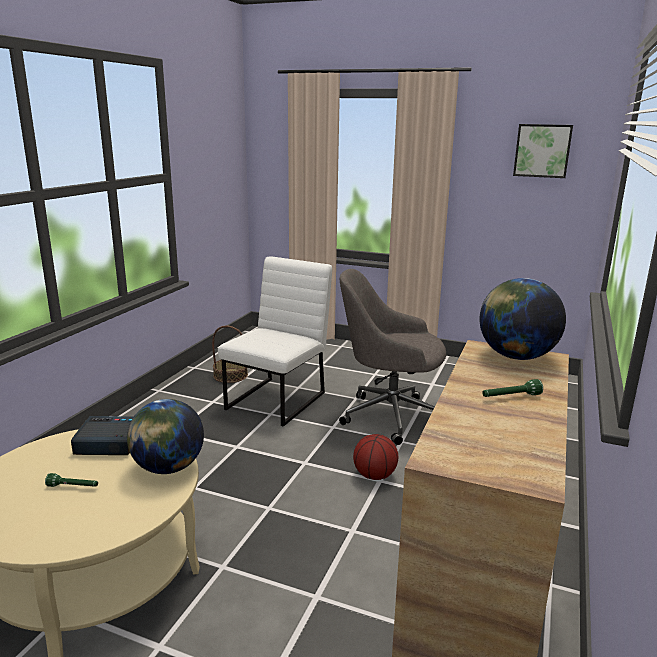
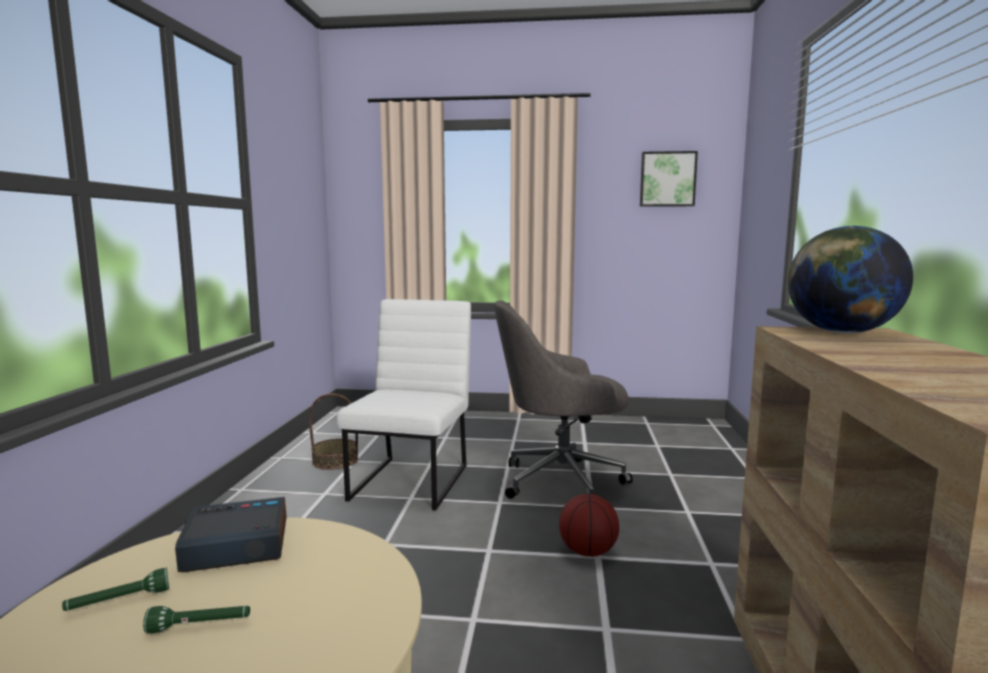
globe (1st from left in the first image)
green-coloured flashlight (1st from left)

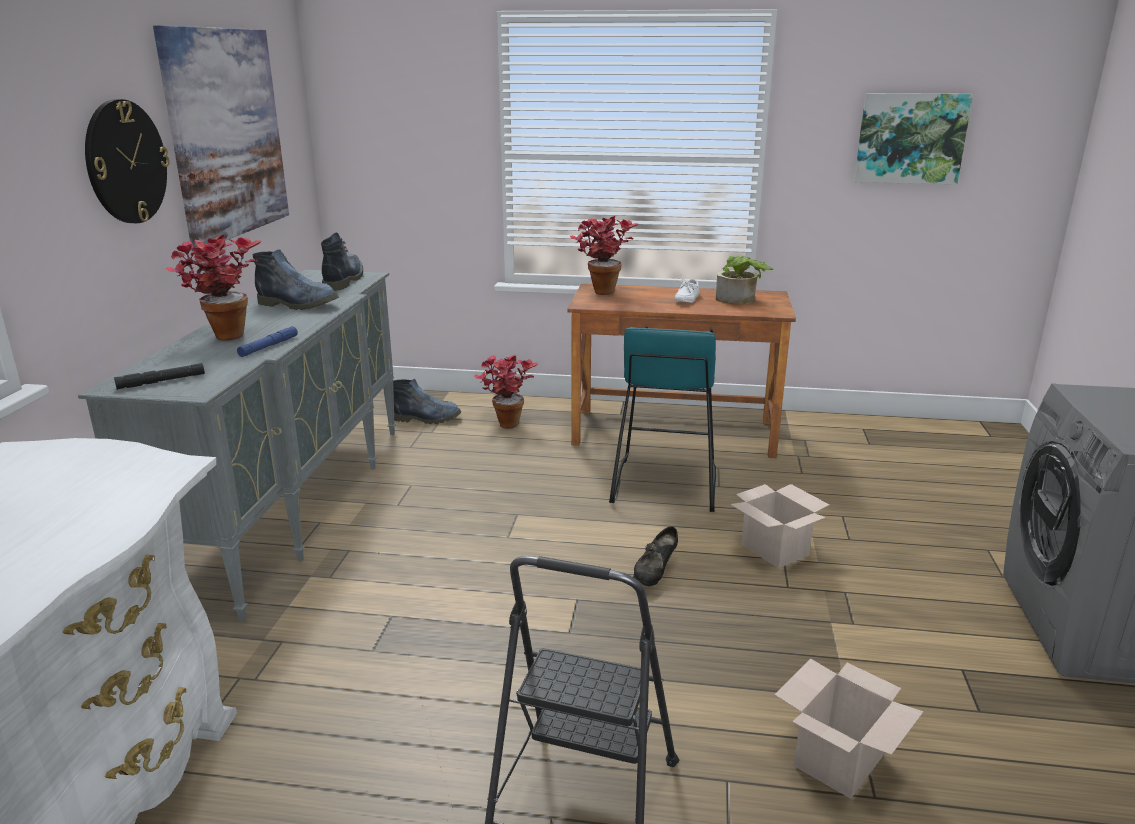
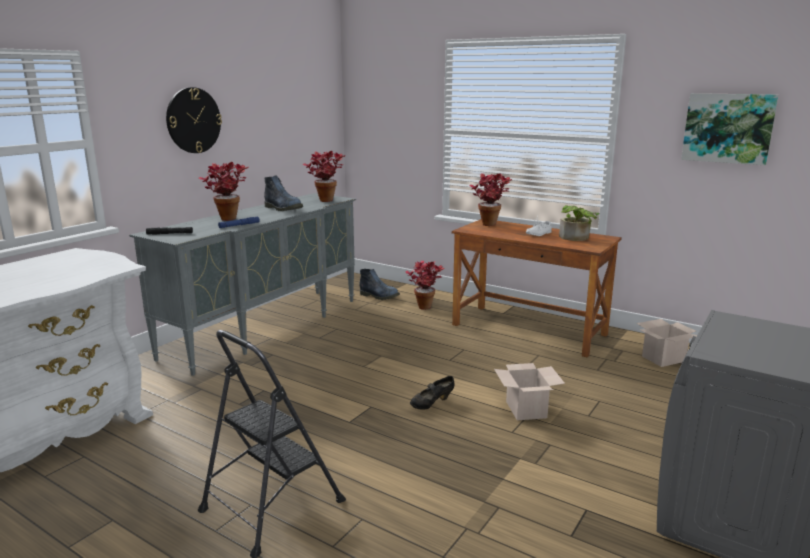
wall picture (1st from left in the first image)
houseplant (2nd from left)
turquoise stool
packing box (2nd from left)

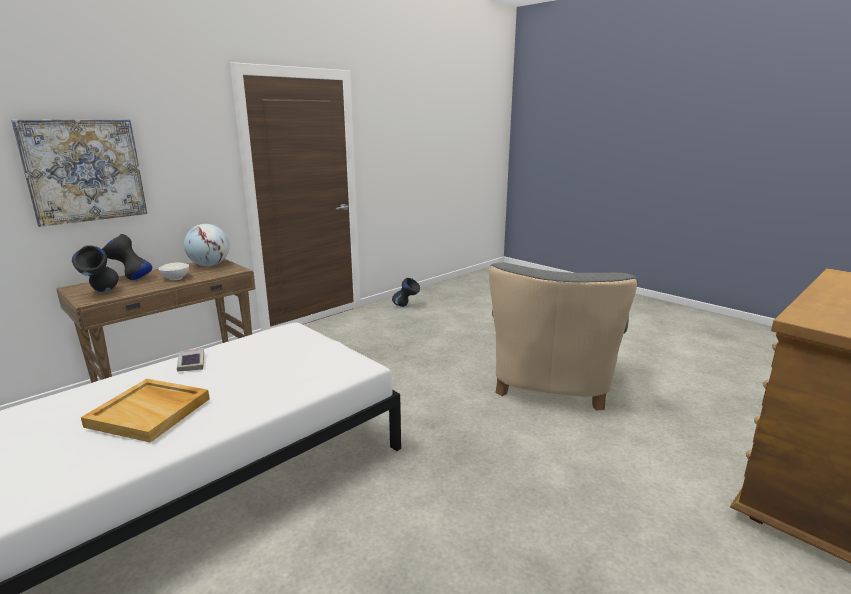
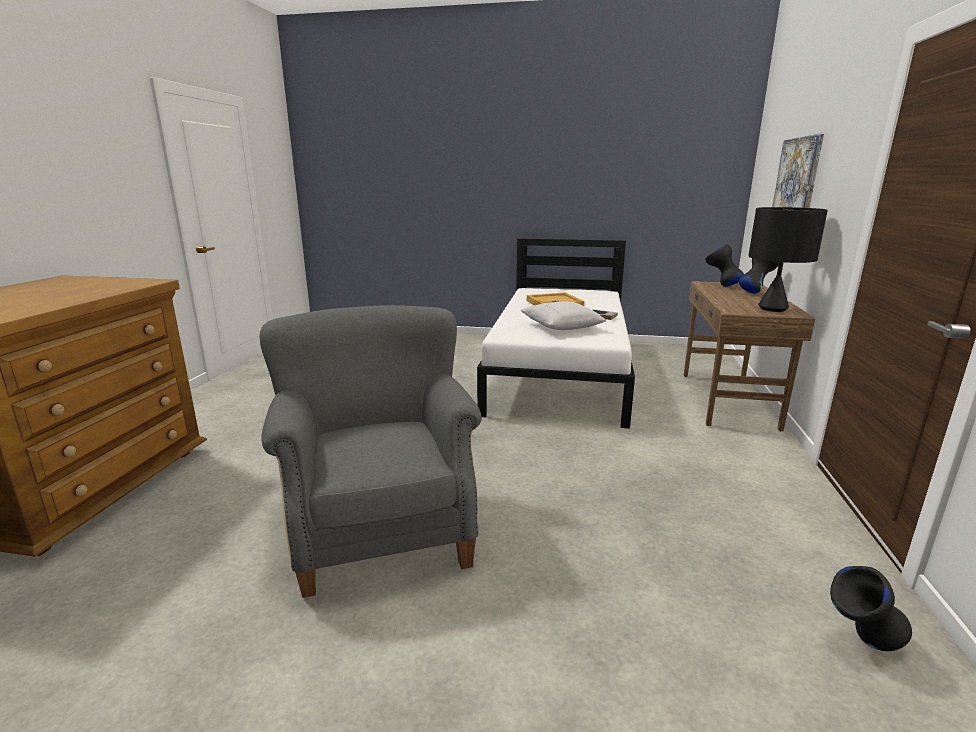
whitish bowl
black-coloured table lamp
grey pillow

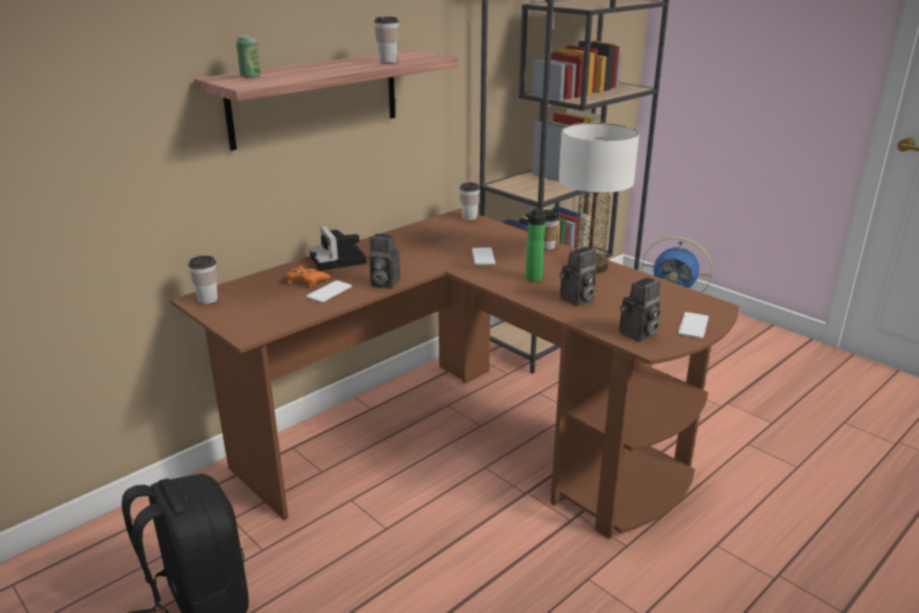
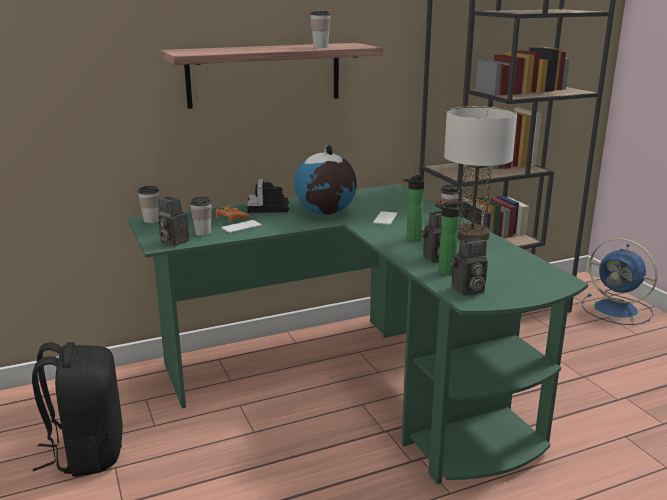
green-coloured desk table
metal can
still camera (1st from left)
drinking cup (2nd from left)
telephone (3rd from left in the first image)
globe
drink bottle (2nd from left)

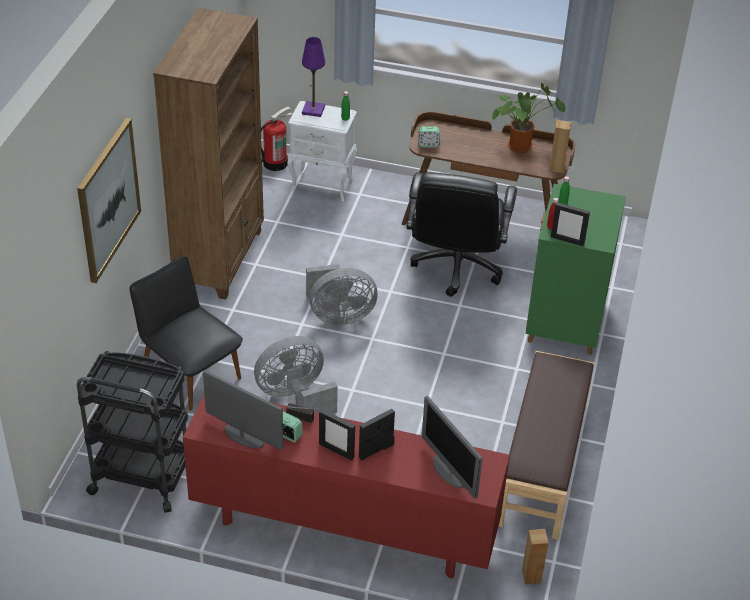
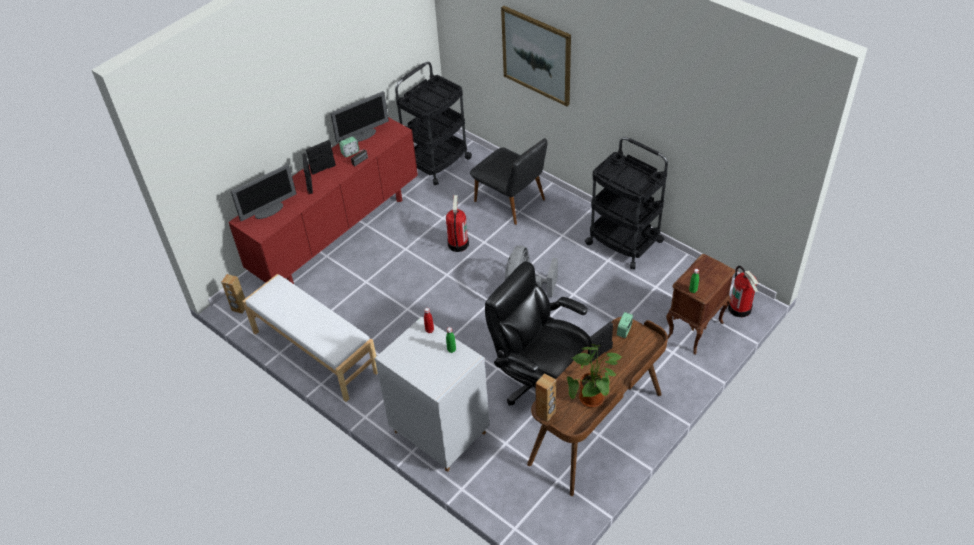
black-coloured chair
black-coloured cart (2nd from left)
extinguisher (1st from left)
brownish nightstand
purple-coloured table lamp
computer screen (1st from left)
whitish indoor bench
whitish chest of drawers
standing frame (3rd from left)

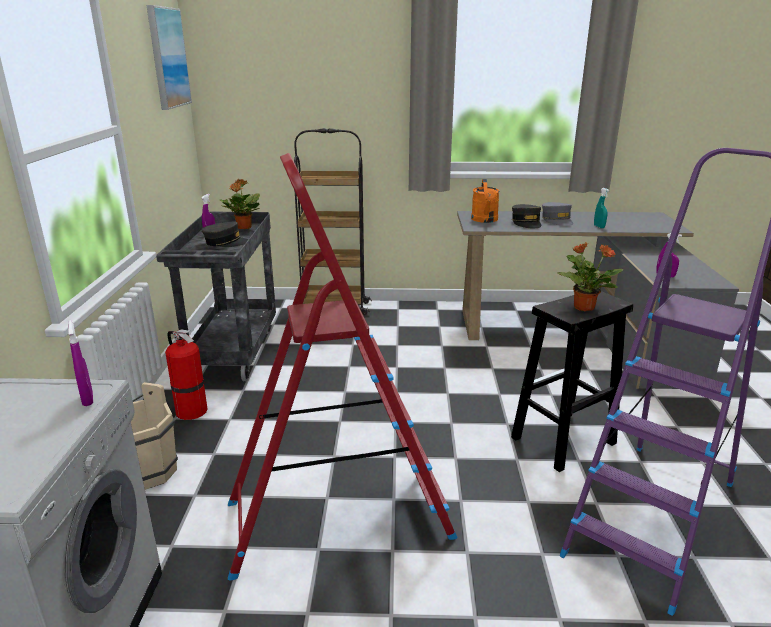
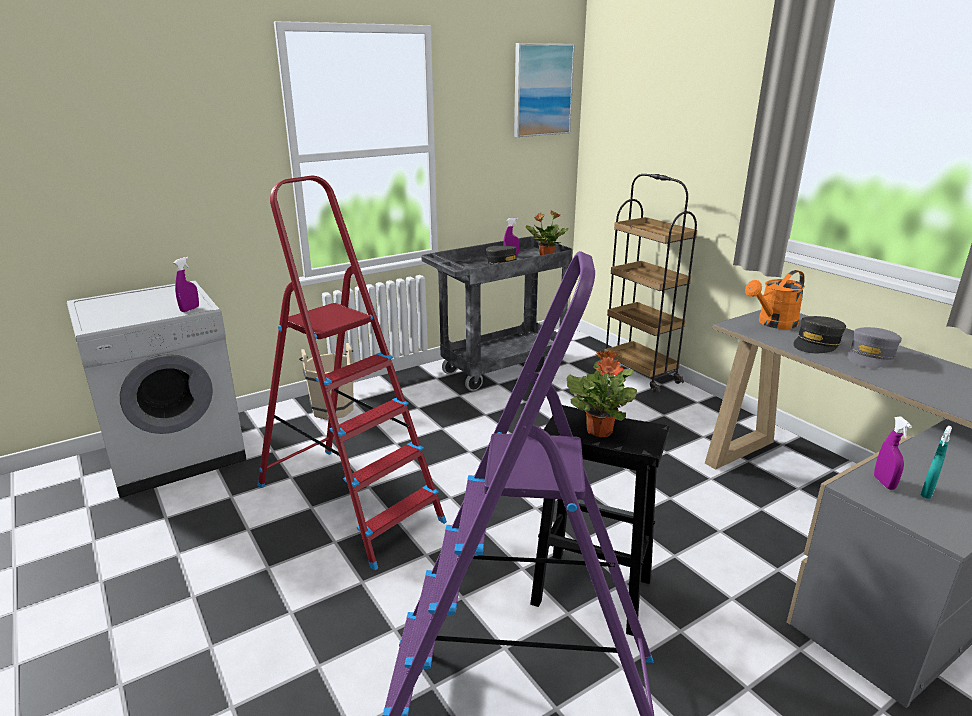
extinguisher
turquoise sprayer

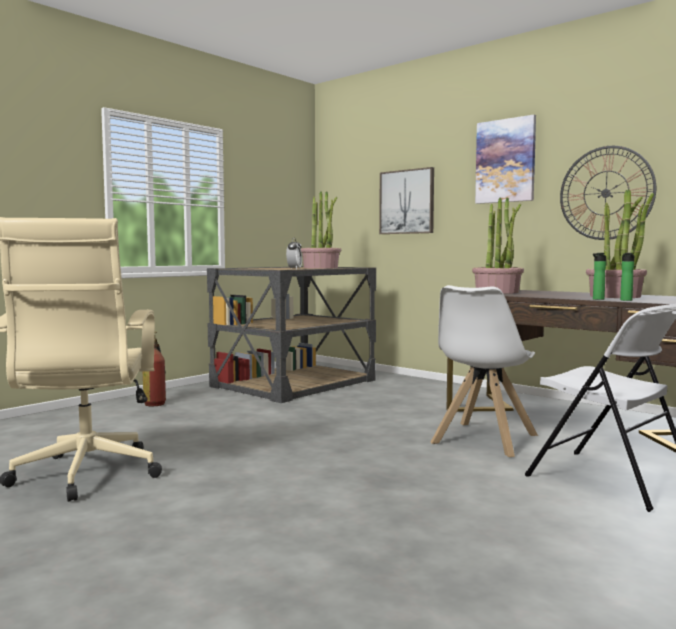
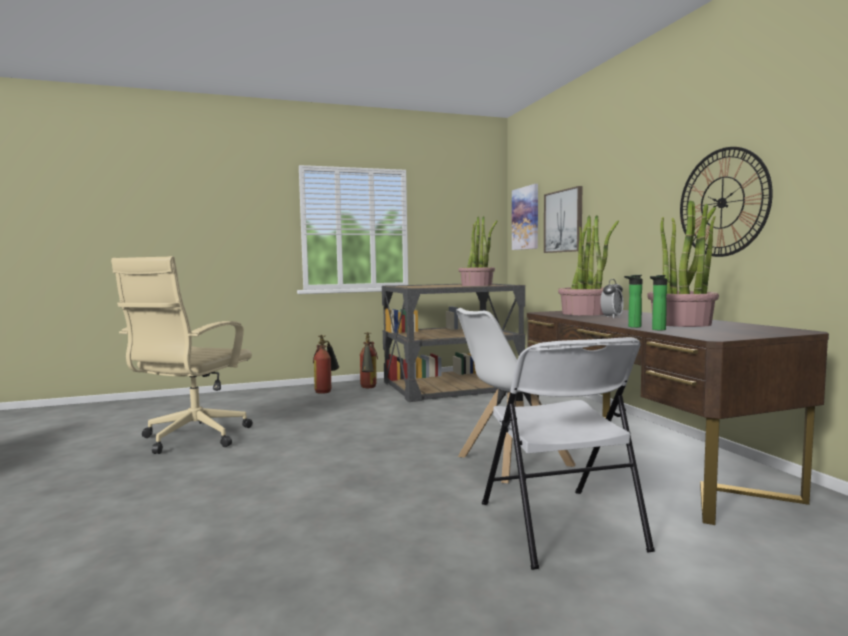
bedside clock
wall picture (1st from left)
extinguisher (2nd from left)

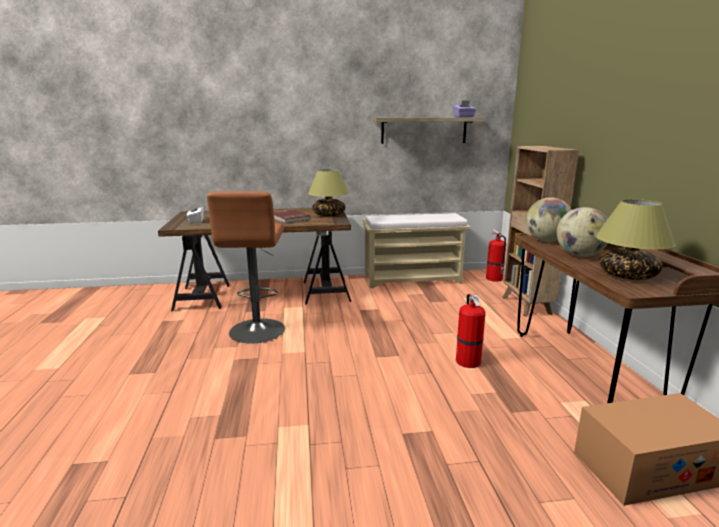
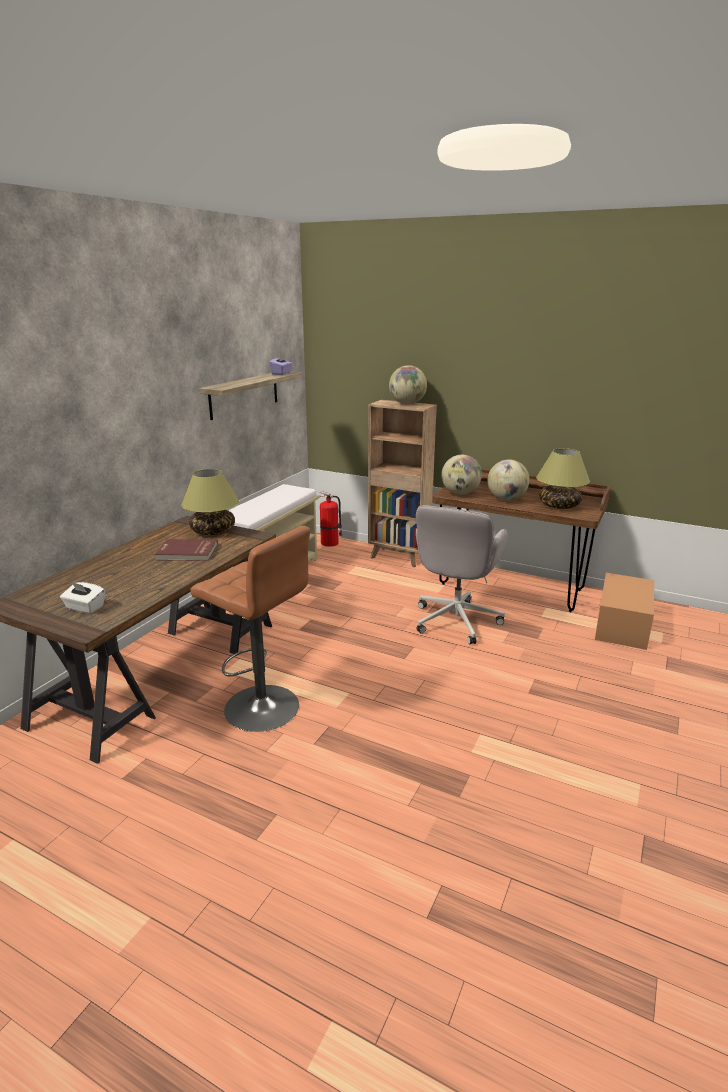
grey office chair
globe (1st from left)

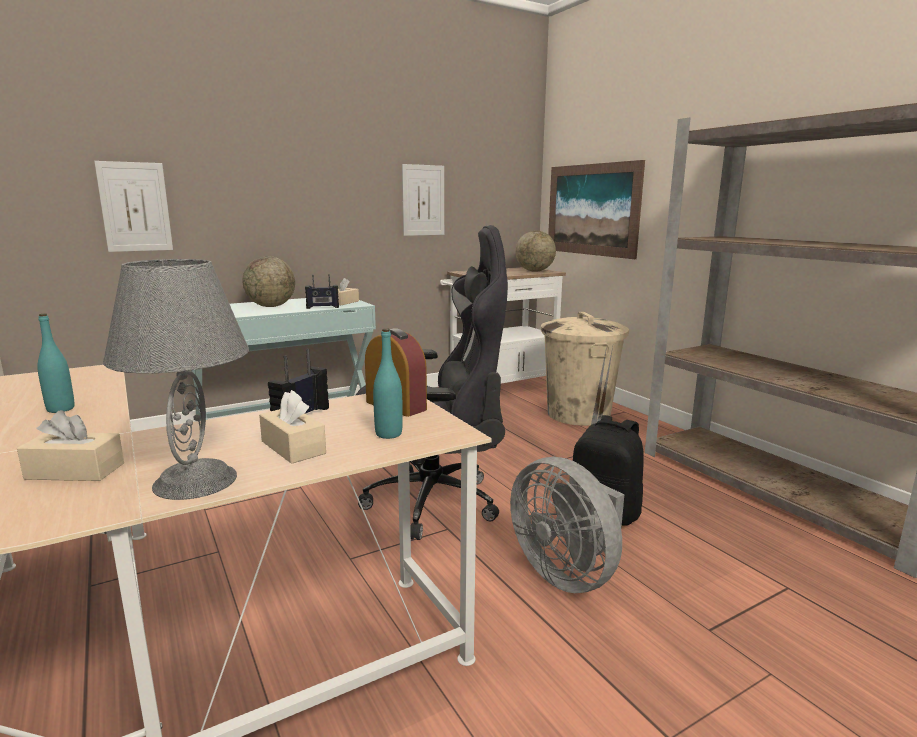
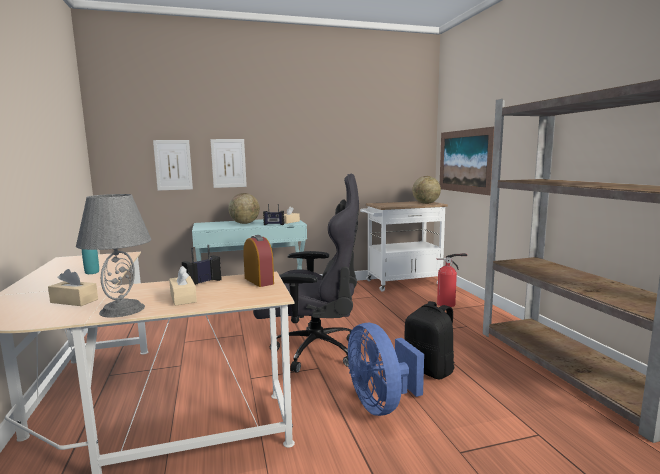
turquoise drink bottle (2nd from left in the first image)
wall picture (2nd from left)
bluish cooling fan
extinguisher

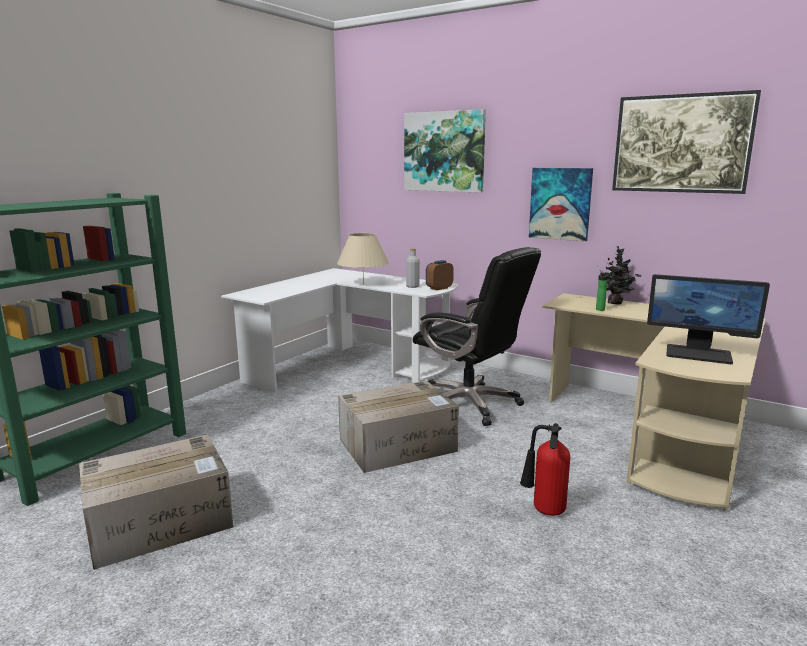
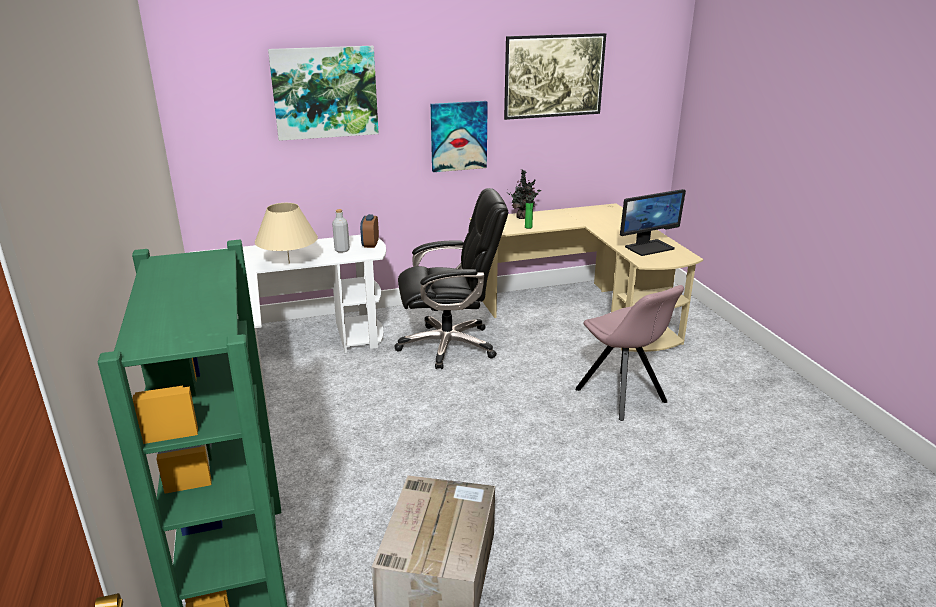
packing box (2nd from left in the first image)
pinkish chair

